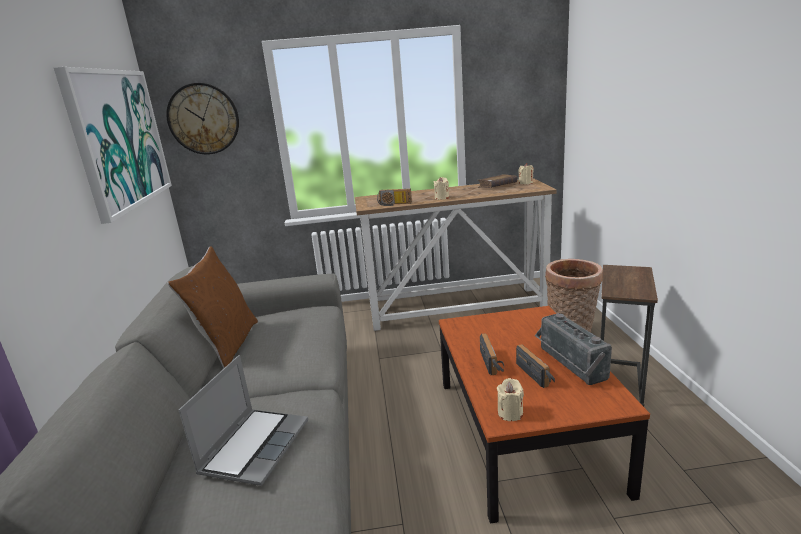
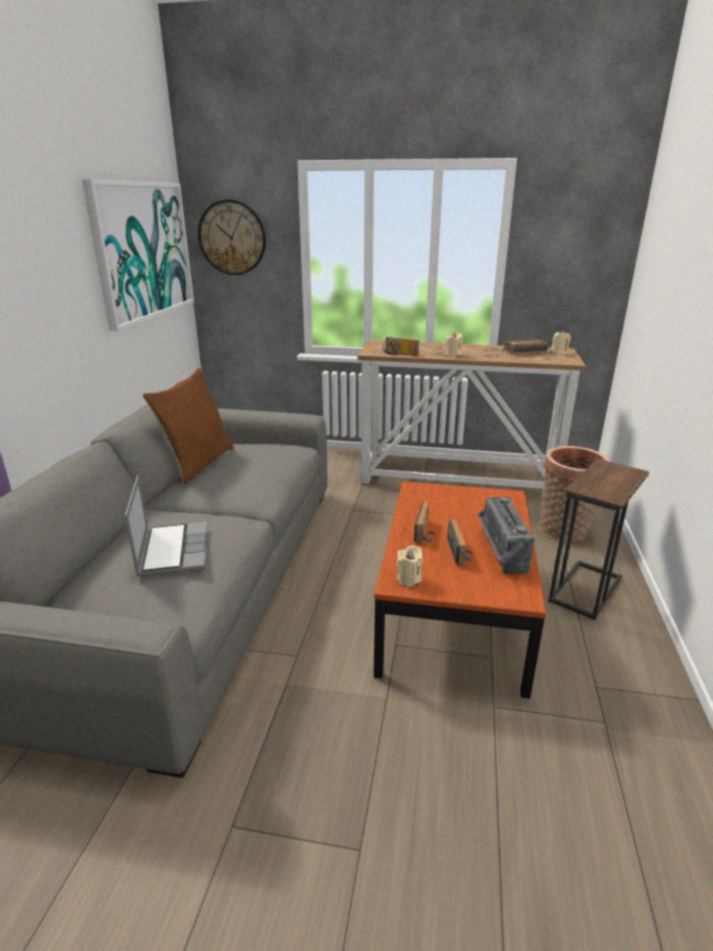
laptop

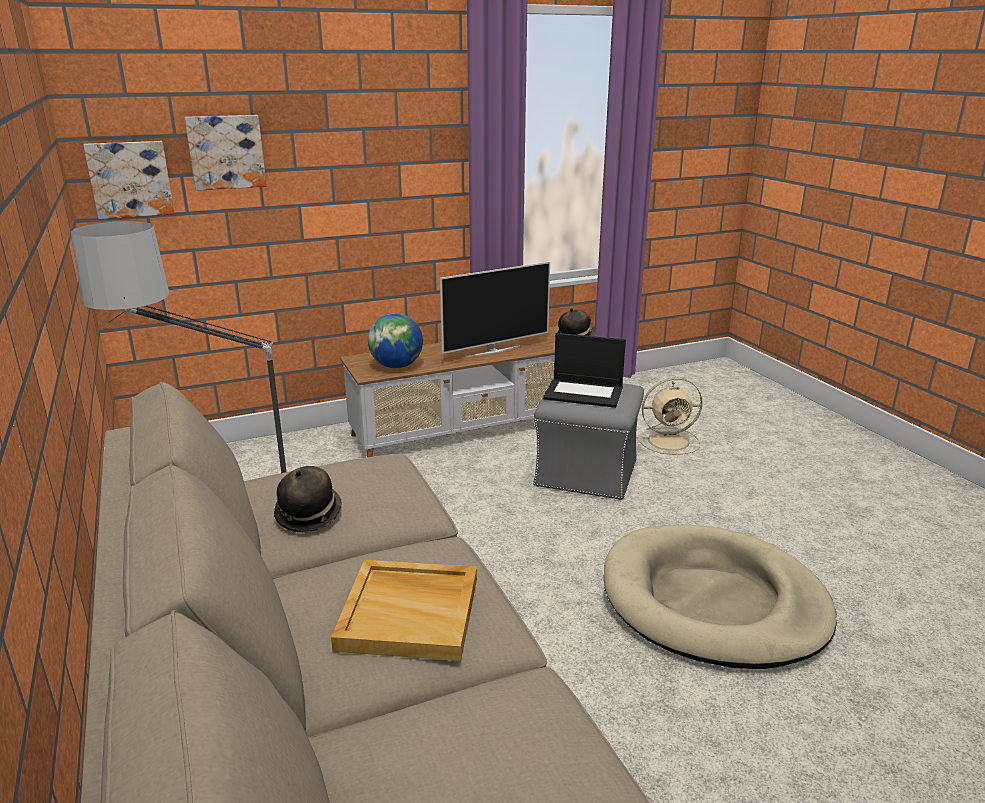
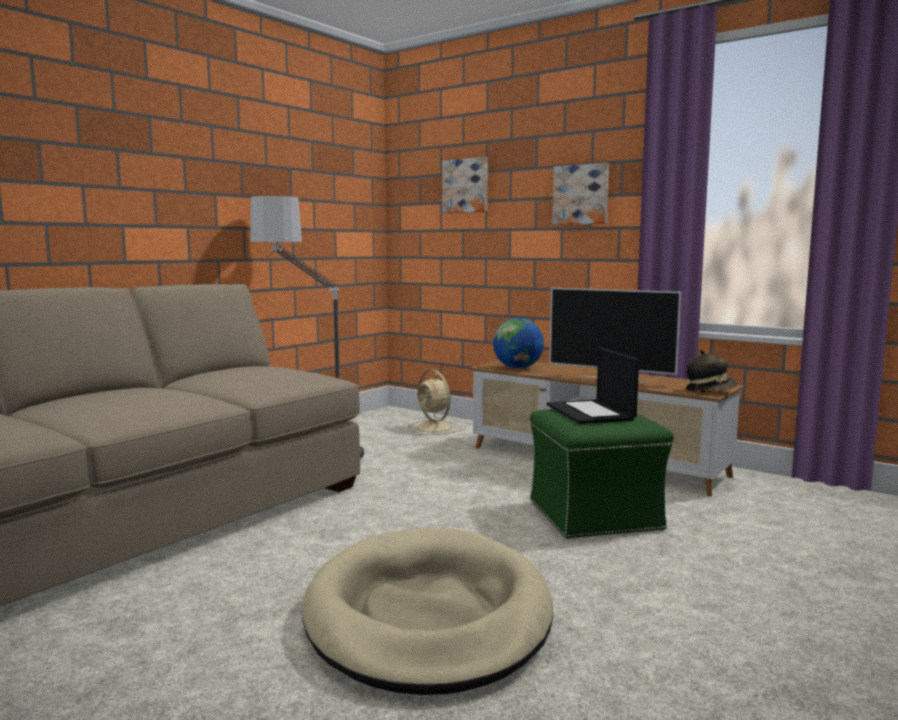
wall picture (2nd from left)
hat (1st from left in the first image)
beige tray
green-coloured footrest
beige cooling fan

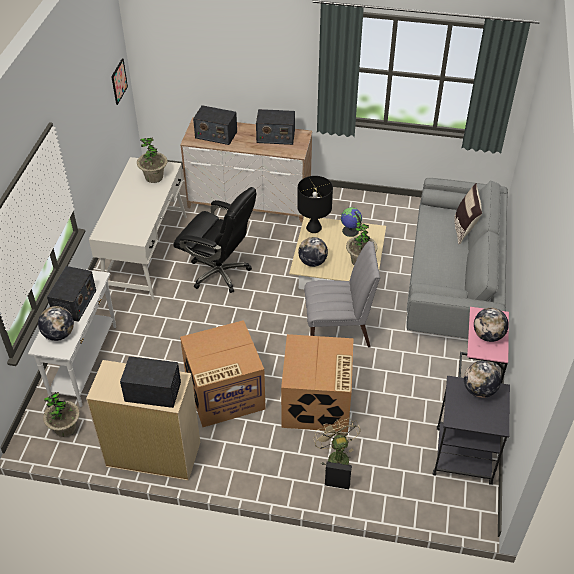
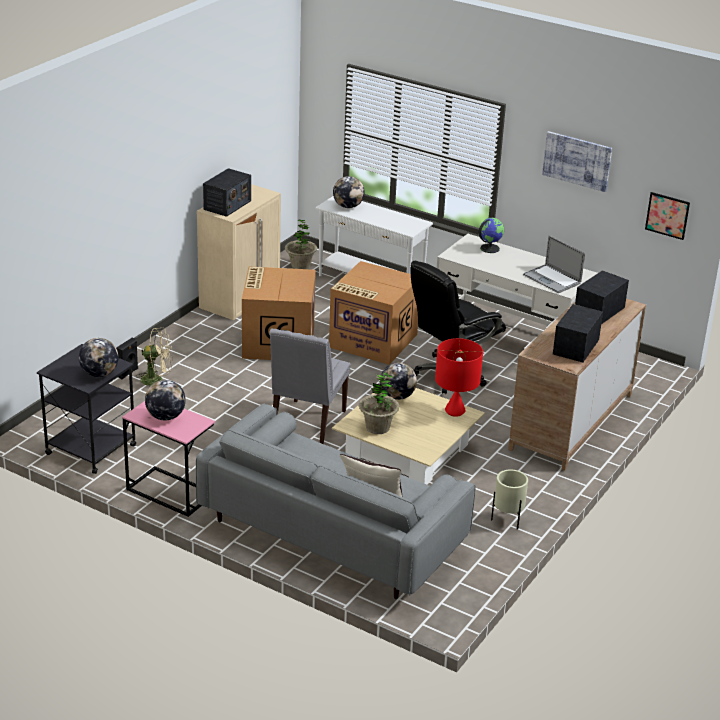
radio receiver (1st from left in the first image)
laptop
packing box (2nd from left)
red table lamp
globe (5th from left)
beige planter
wall picture (1st from left)

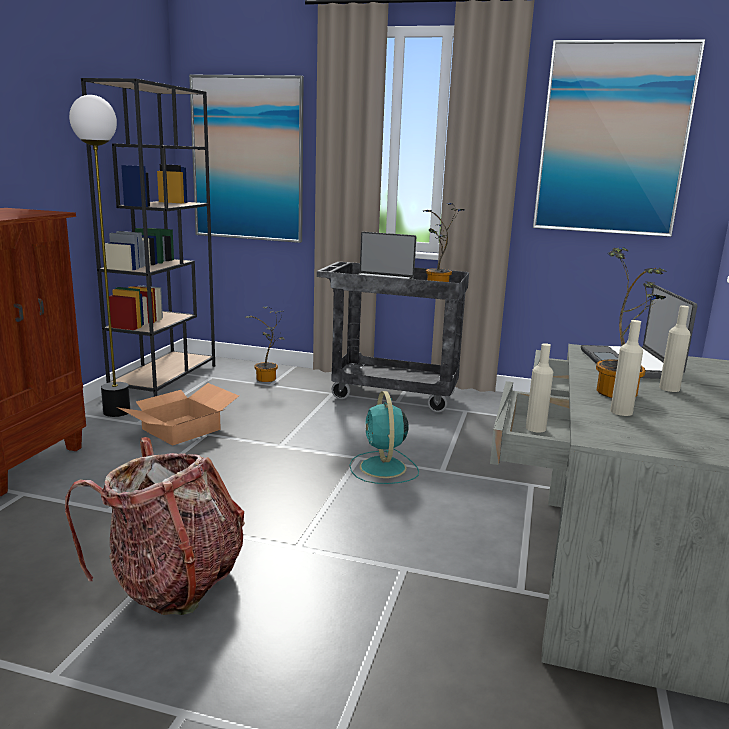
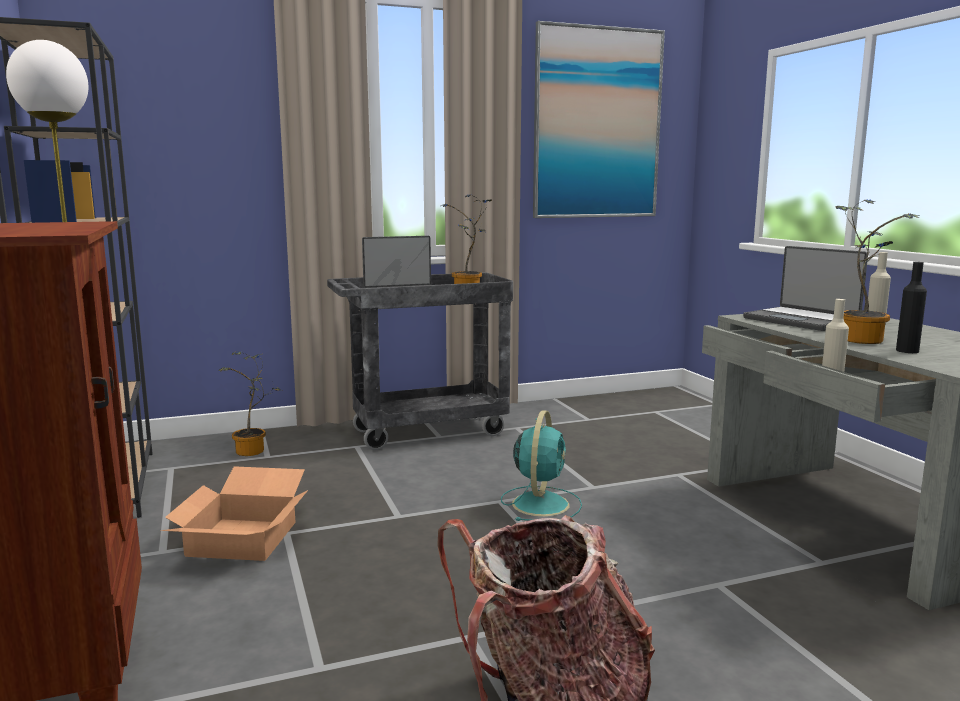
wall picture (1st from left in the first image)
turquoise cooling fan
black-coloured drink bottle

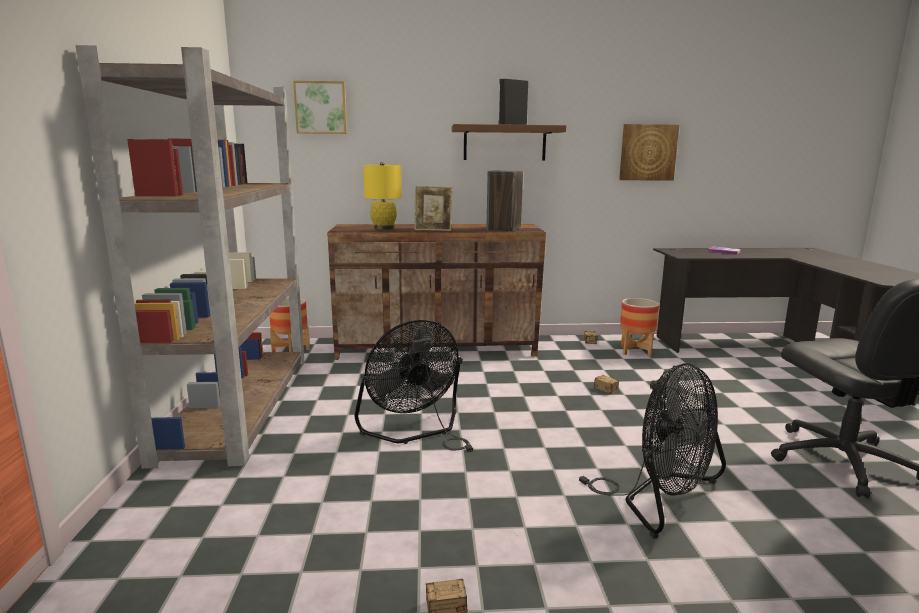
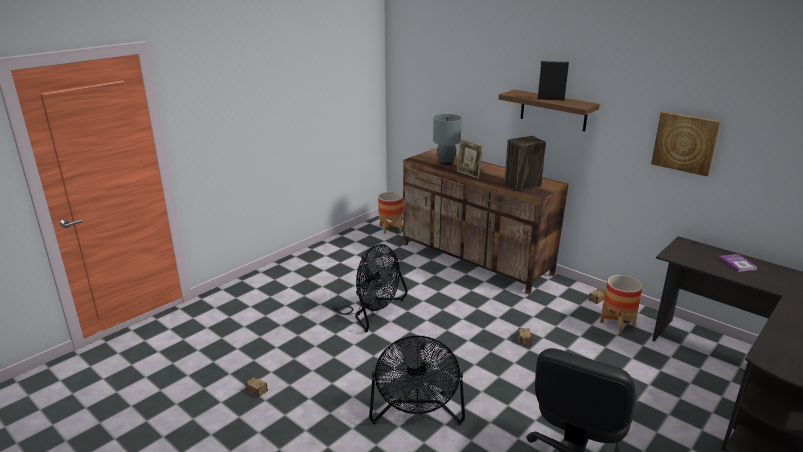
brownish bookcase
wall picture (1st from left in the first image)
black-coloured cooling fan (1st from left)
grey table lamp

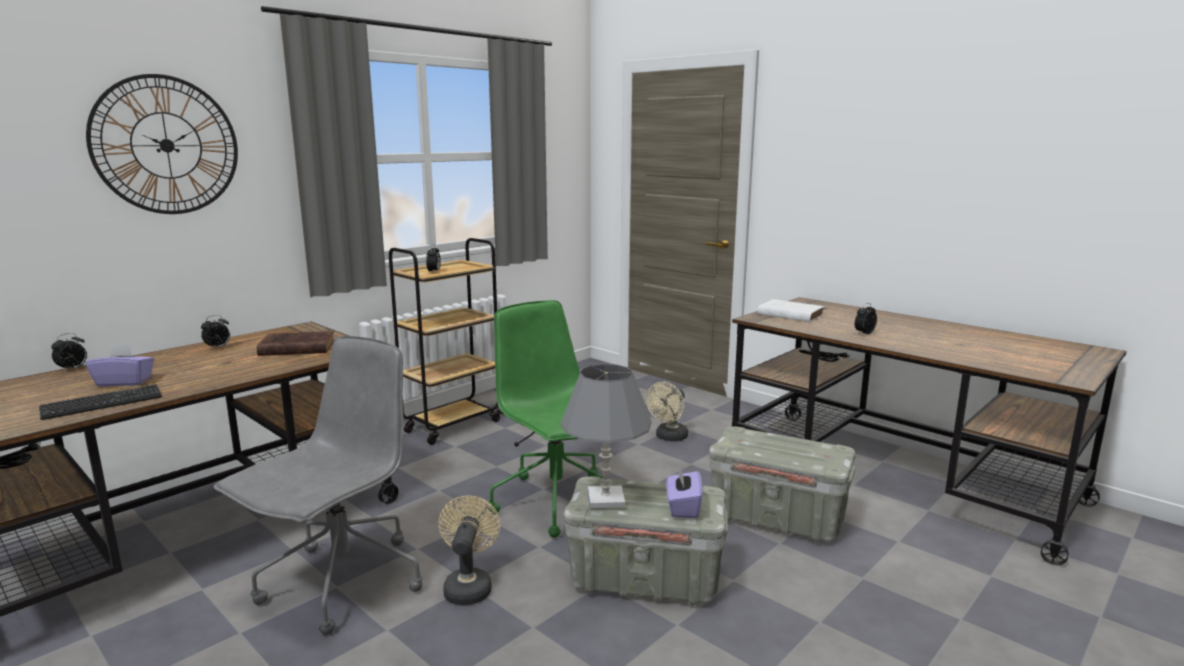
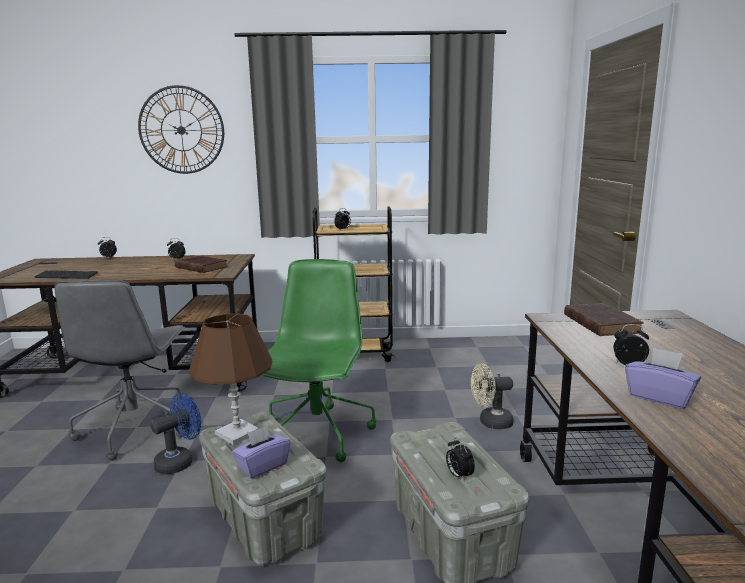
purple-coloured tissue holder (2nd from left)
grey office chair
bluish cooling fan
brownish table lamp
brownish book (2nd from left)
bedside clock (4th from left)

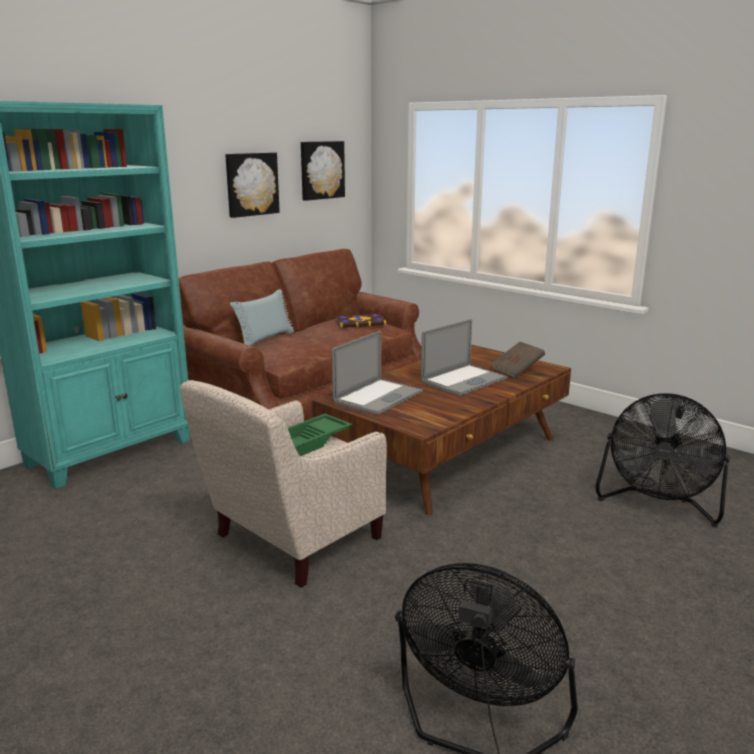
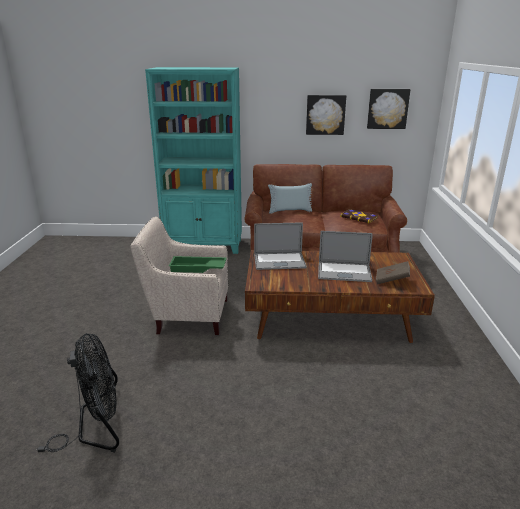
black-coloured cooling fan (2nd from left in the first image)

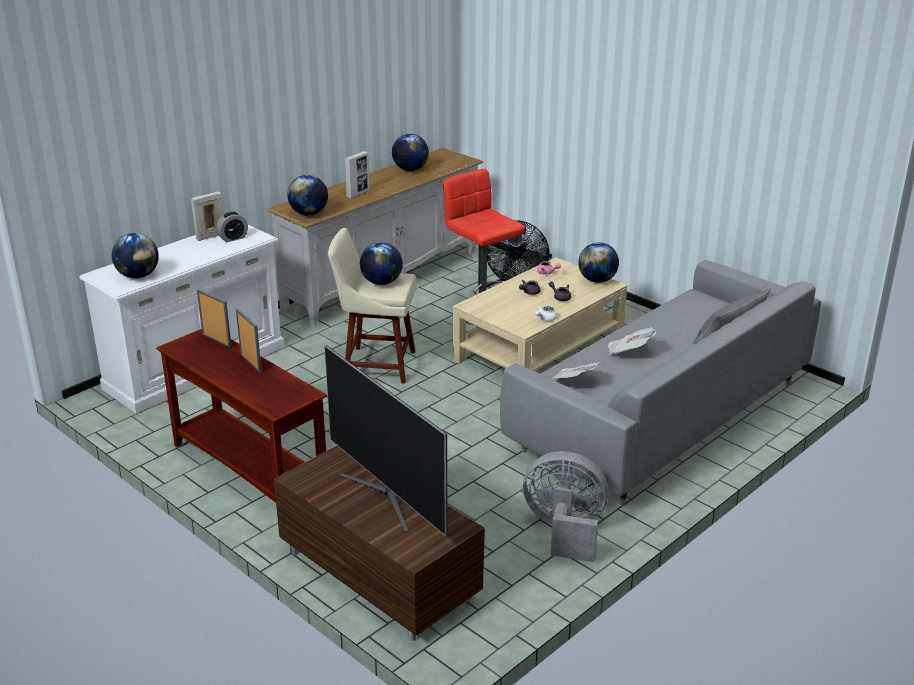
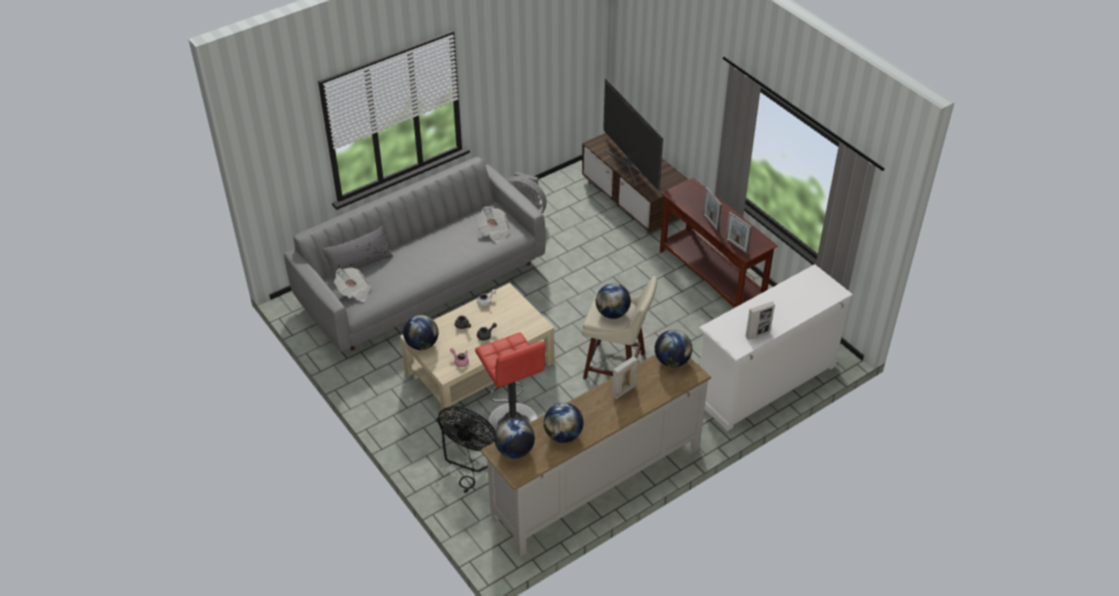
globe (2nd from left)
bedside clock
newspaper (1st from left)

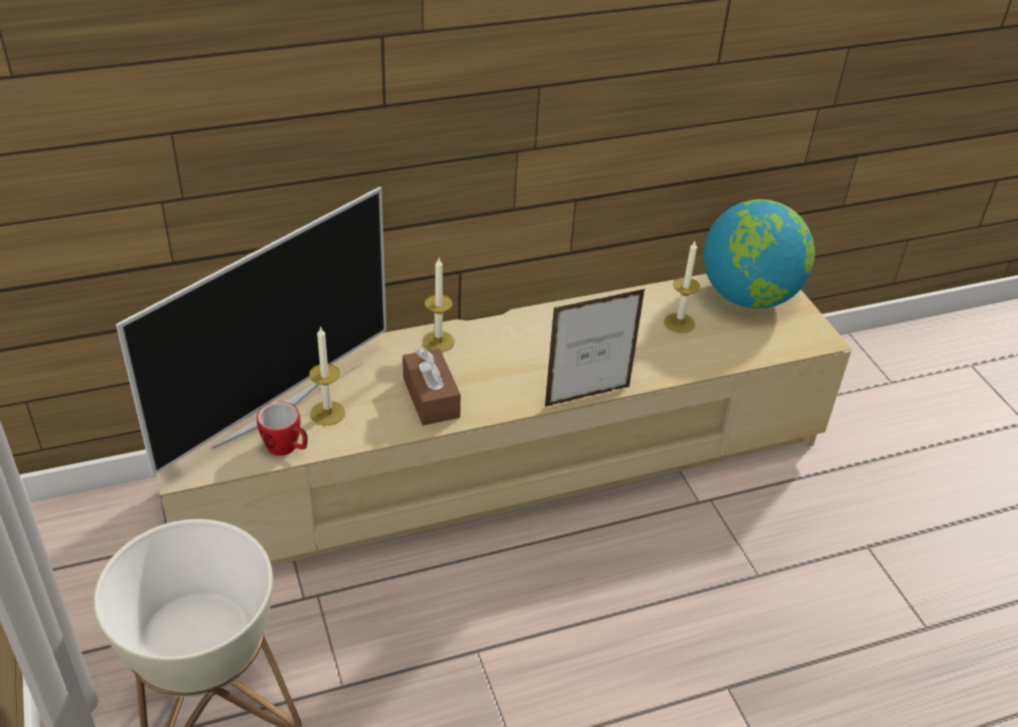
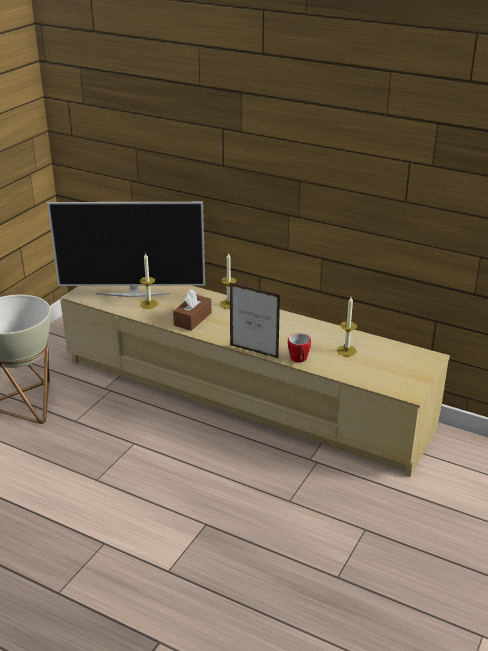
mug
globe

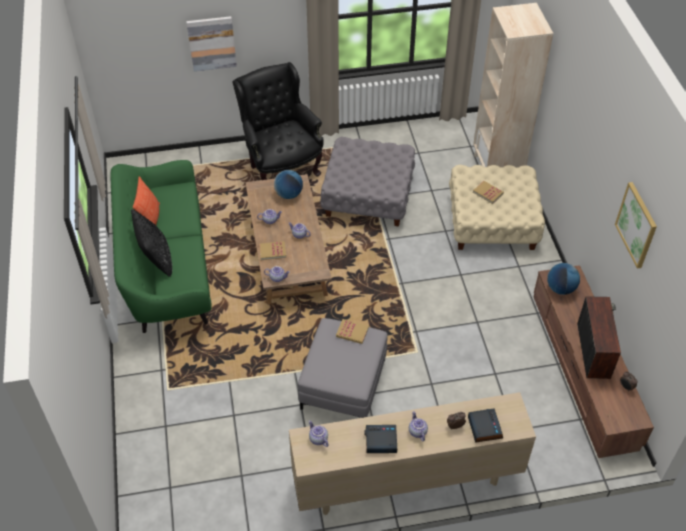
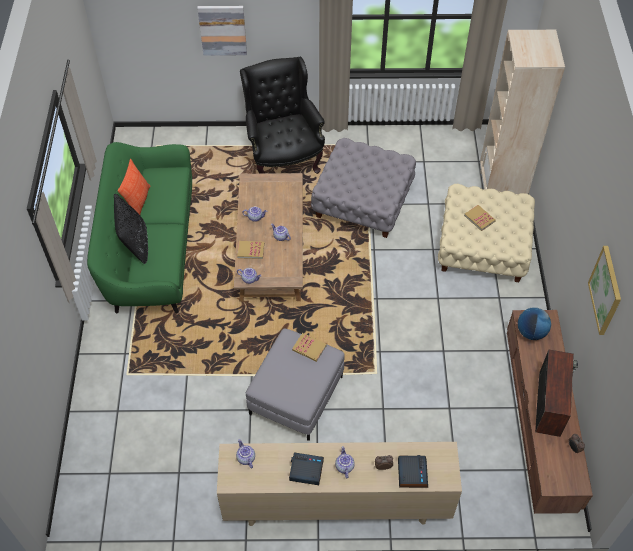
globe (1st from left in the first image)

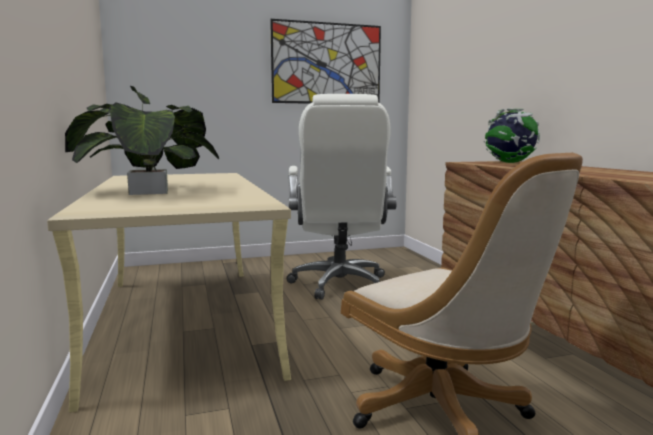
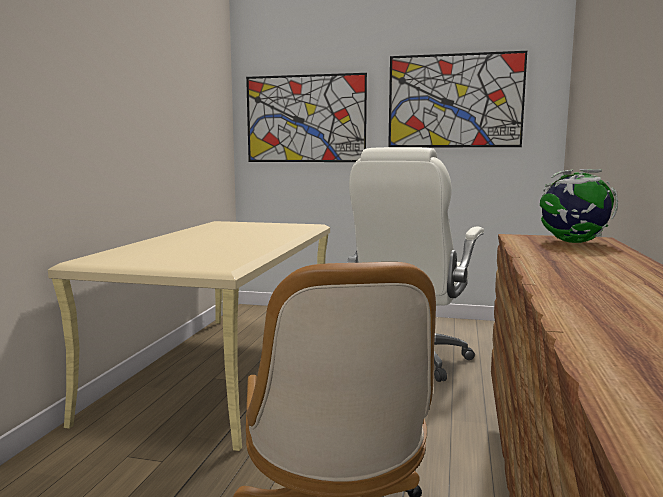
houseplant
wall picture (1st from left)

